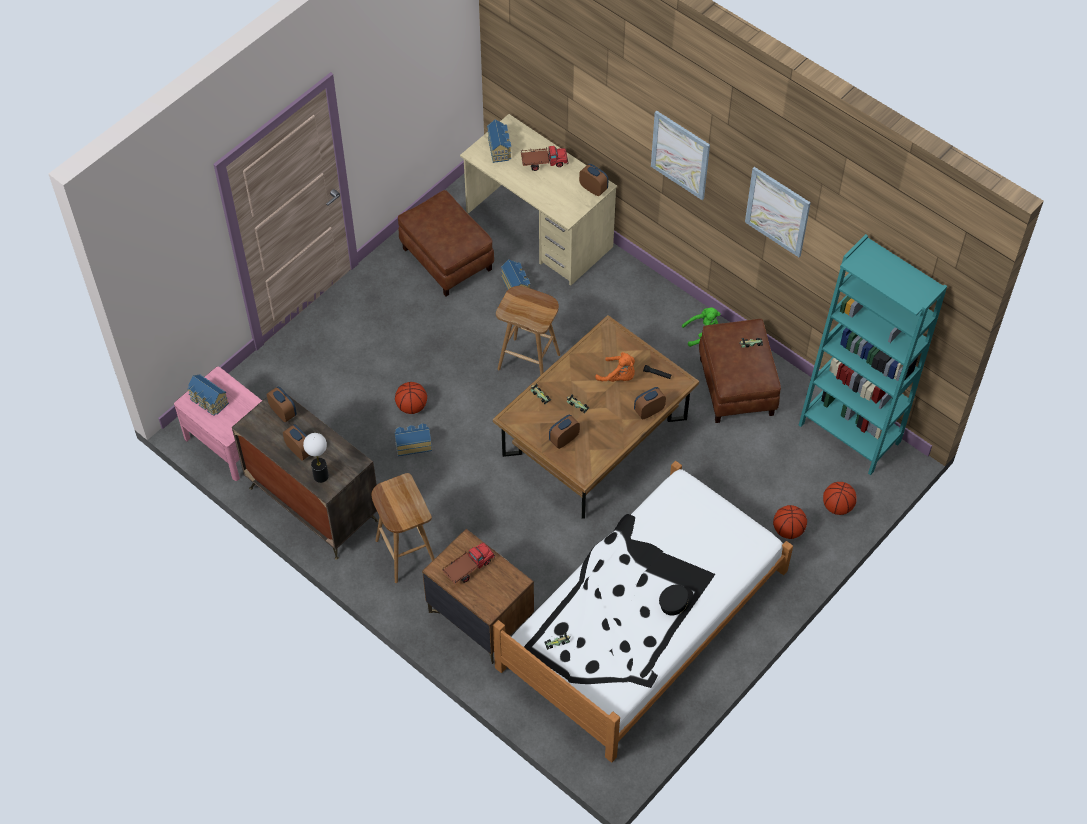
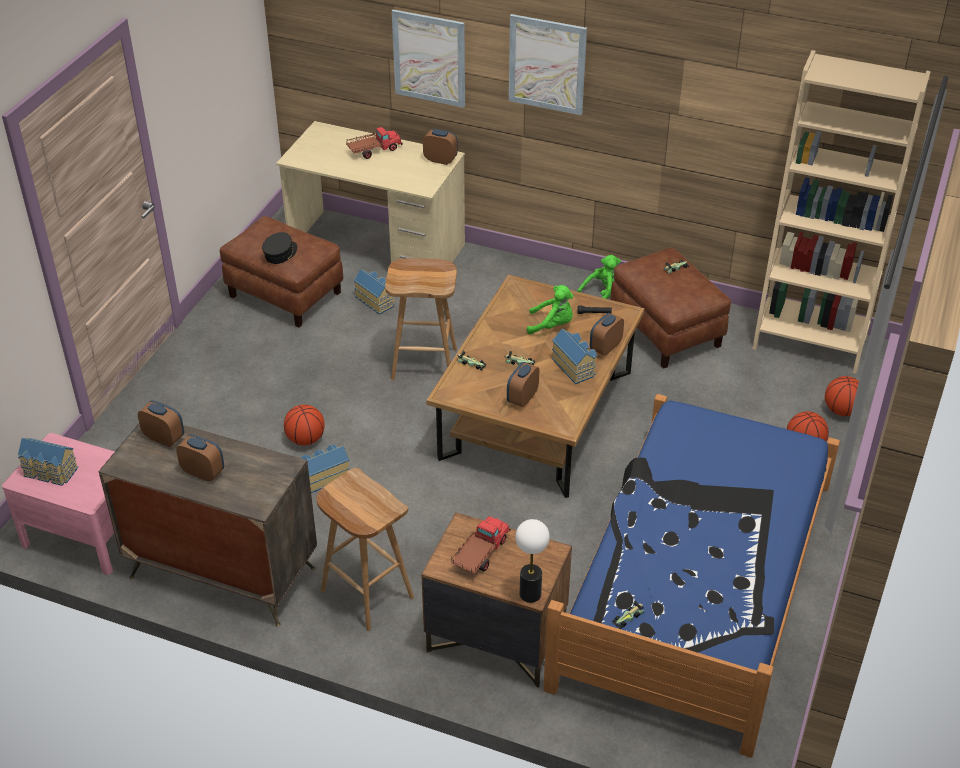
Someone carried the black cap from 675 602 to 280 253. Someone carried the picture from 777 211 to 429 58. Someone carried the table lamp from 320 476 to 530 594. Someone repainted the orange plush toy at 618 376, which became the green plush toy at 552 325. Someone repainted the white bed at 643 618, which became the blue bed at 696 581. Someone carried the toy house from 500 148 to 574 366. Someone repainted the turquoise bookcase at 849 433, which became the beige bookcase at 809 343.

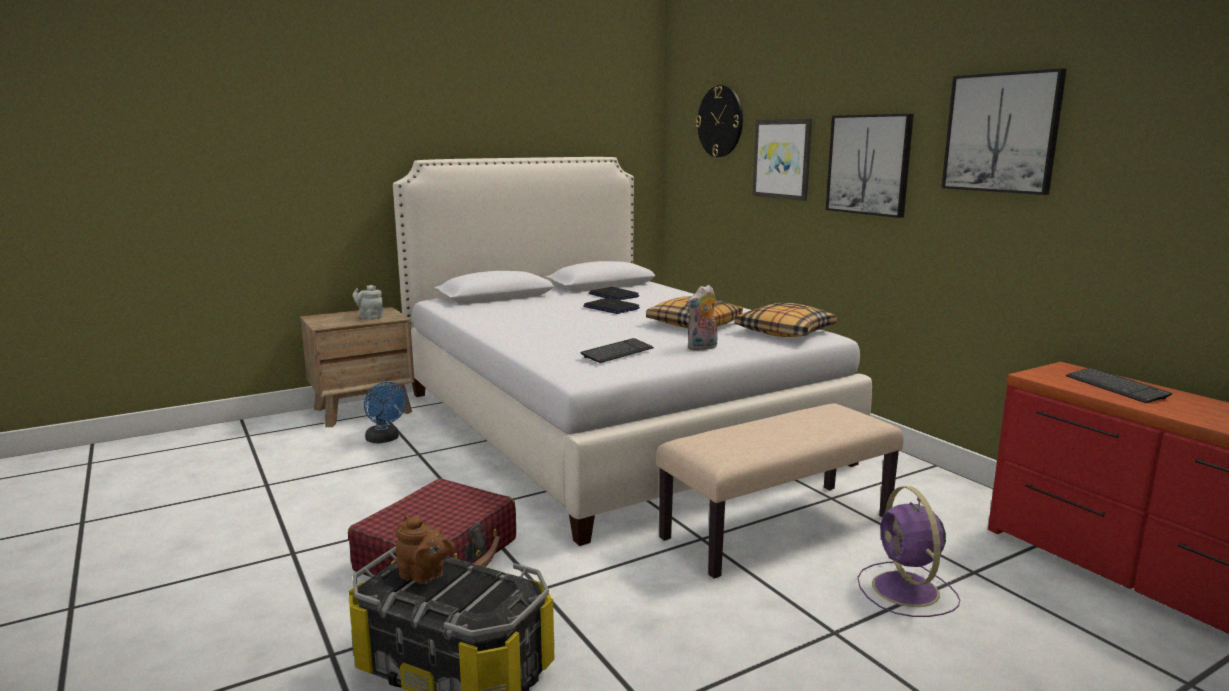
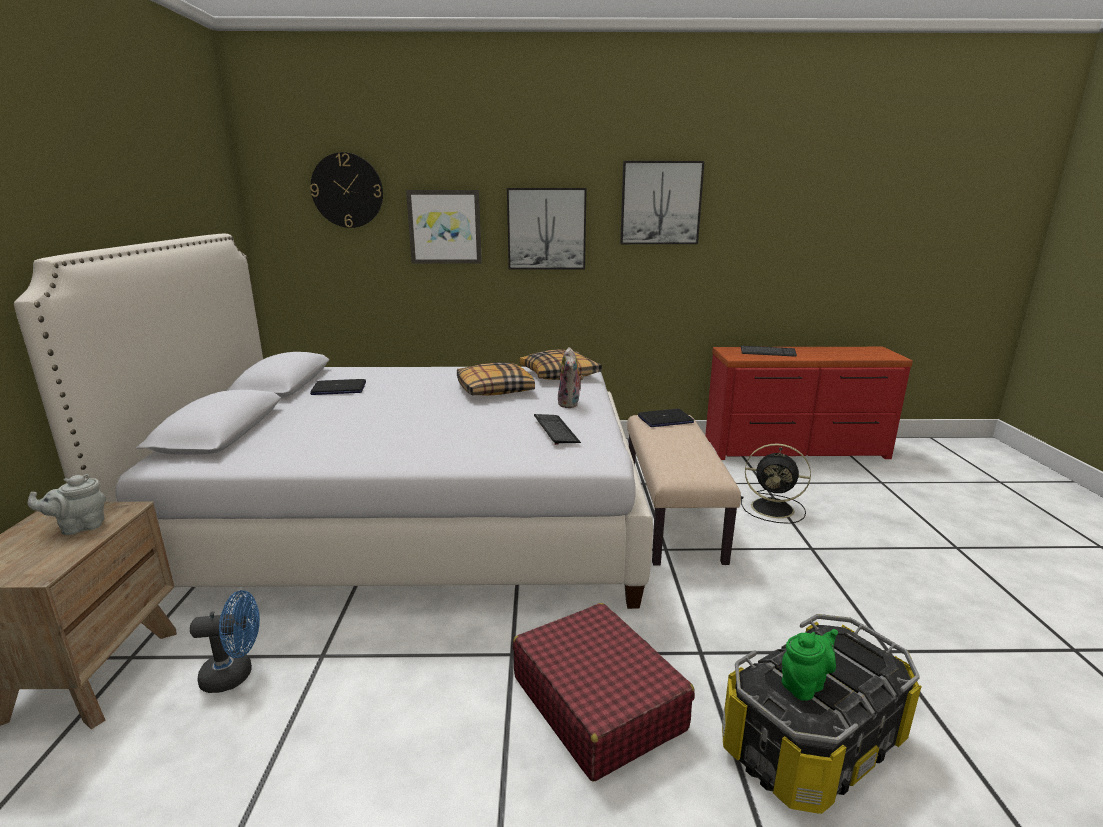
Someone carried the laptop from 611 308 to 665 420. Someone repainted the purple fan at 907 591, which became the black fan at 774 508. Someone repainted the brown teapot at 424 576, which became the green teapot at 804 684.

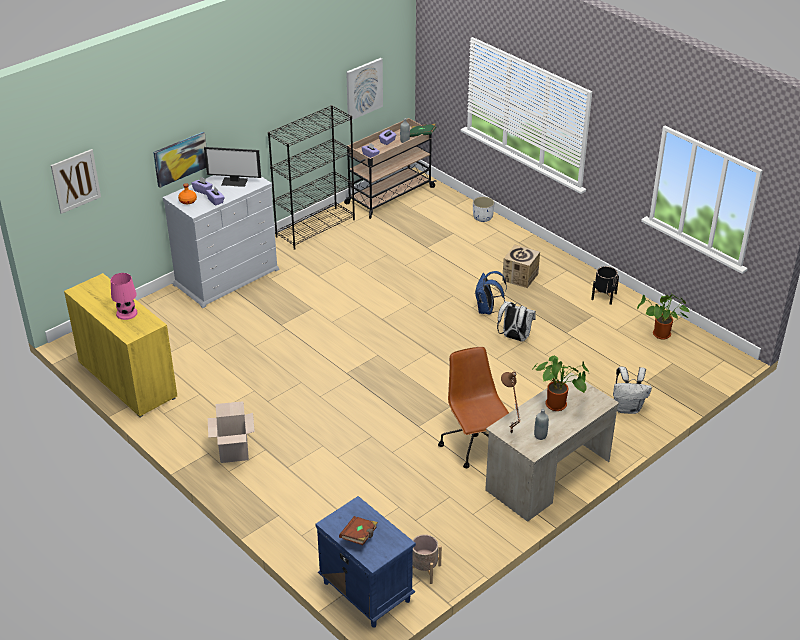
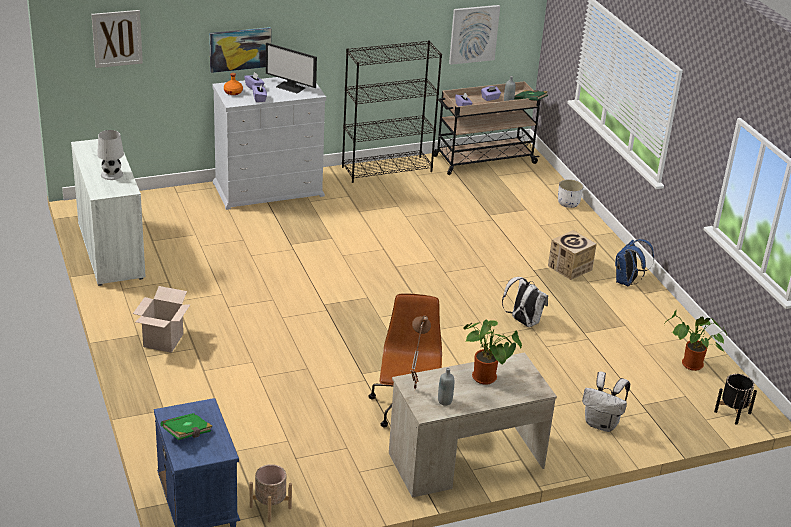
Someone repainted the yellow cabinet at 127 380, which became the white cabinet at 111 251. Someone repainted the pink table lamp at 127 313, which became the white table lamp at 112 174. Someone repainted the brown book at 359 536, which became the green book at 187 434. Someone carried the blue backpack from 487 310 to 627 282. Someone carried the black planter from 604 296 to 732 412.

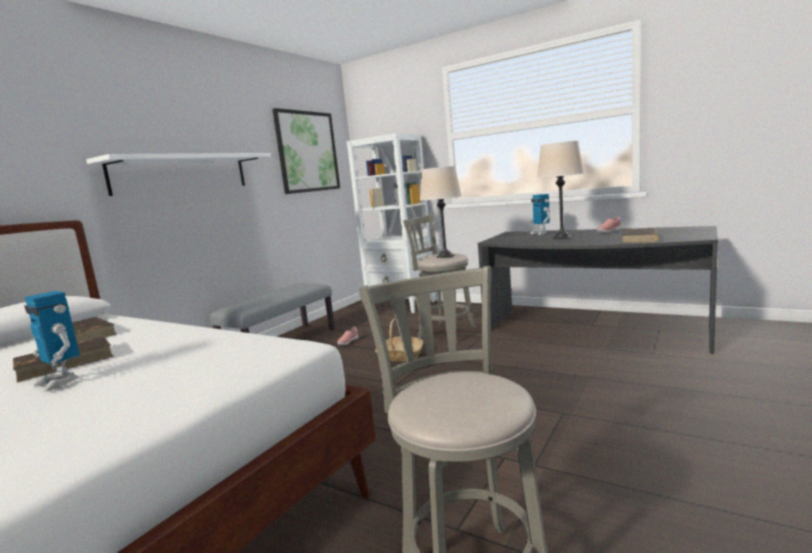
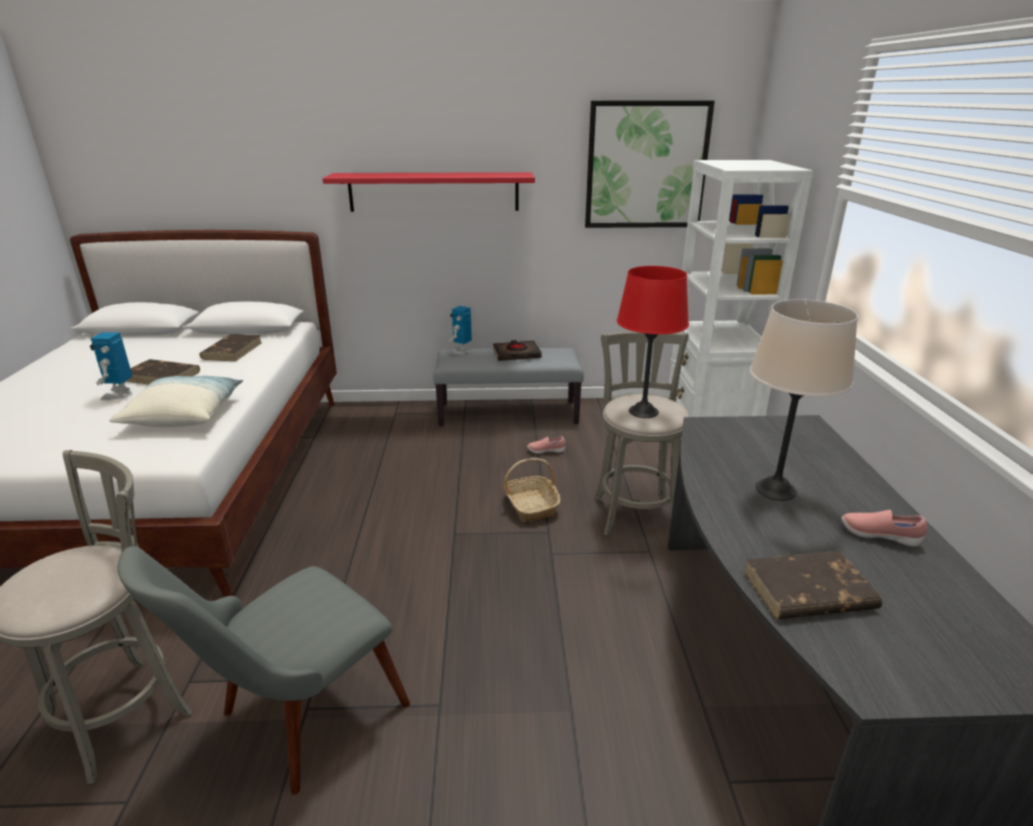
Someone put down the pillow at 185 415. Someone put down the grey chair at 296 722. Someone repainted the white shelf at 182 174, which became the red shelf at 434 192. Someone carried the toy robot from 540 233 to 461 352. Someone put down the black book at 516 354. Someone repainted the beige table lamp at 445 256, which became the red table lamp at 643 411.

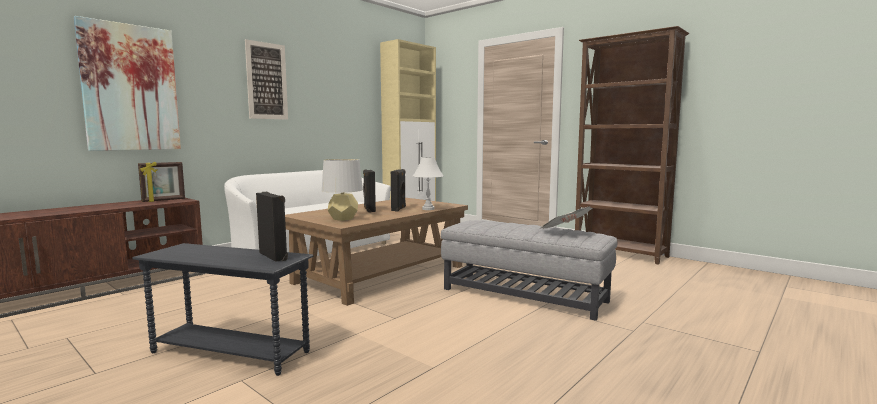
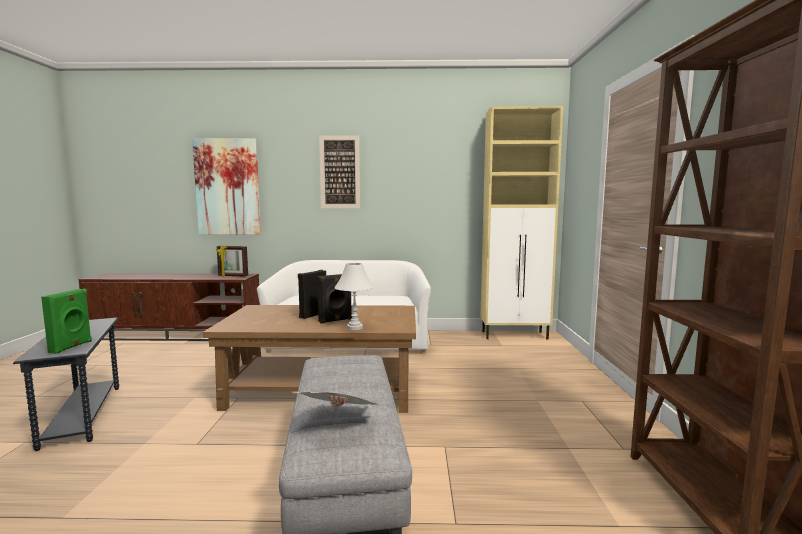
Someone repainted the black speaker at 274 256, which became the green speaker at 72 347. Someone took away the grey table lamp at 343 219.

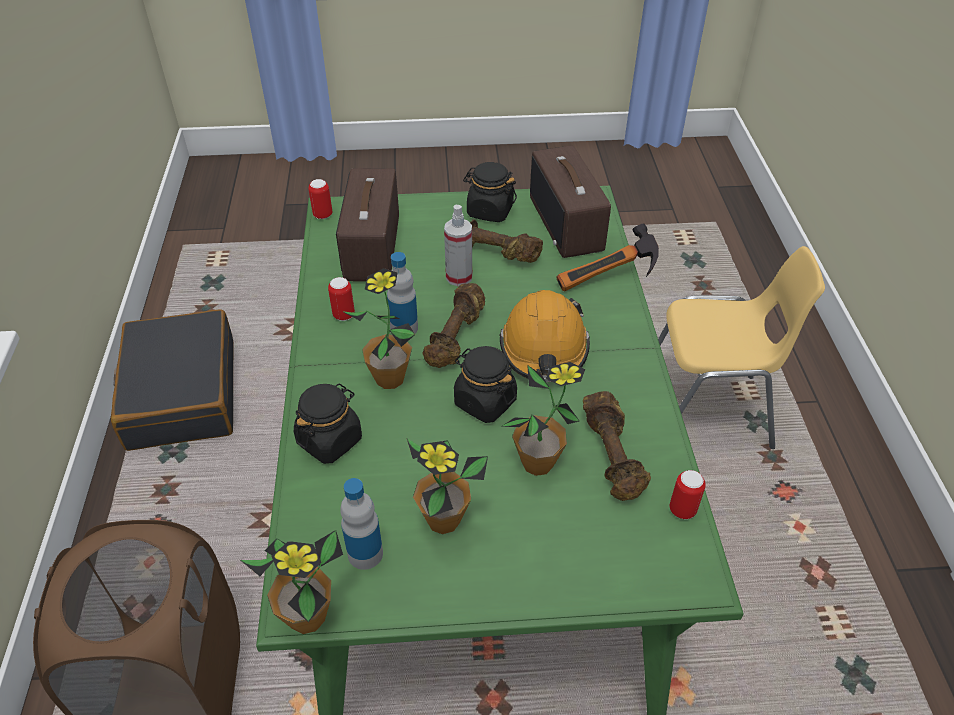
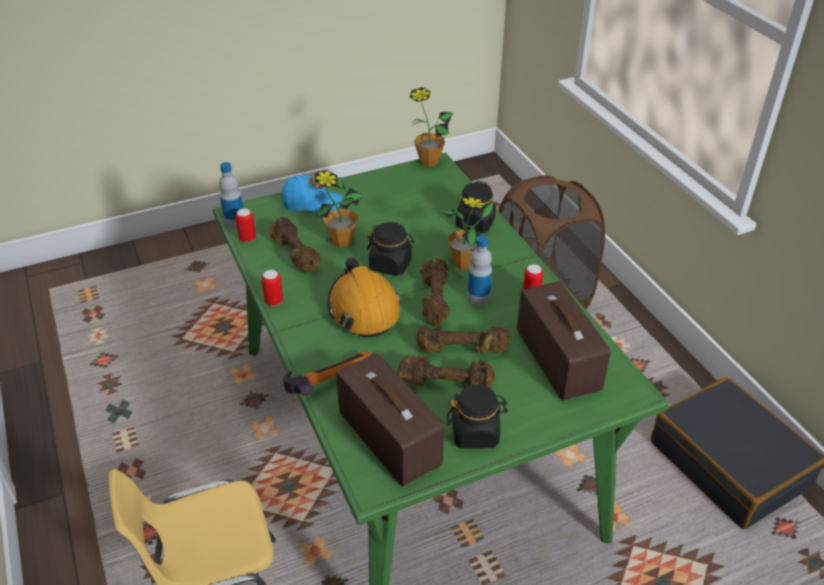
Someone carried the bottle from 365 553 to 234 222. Someone carried the can from 323 215 to 274 301. Someone put down the blue cap at 312 204. Someone swapped the spray bottle at 459 277 for the brown dumbbell at 462 350. Someone took away the potted plant at 443 520.

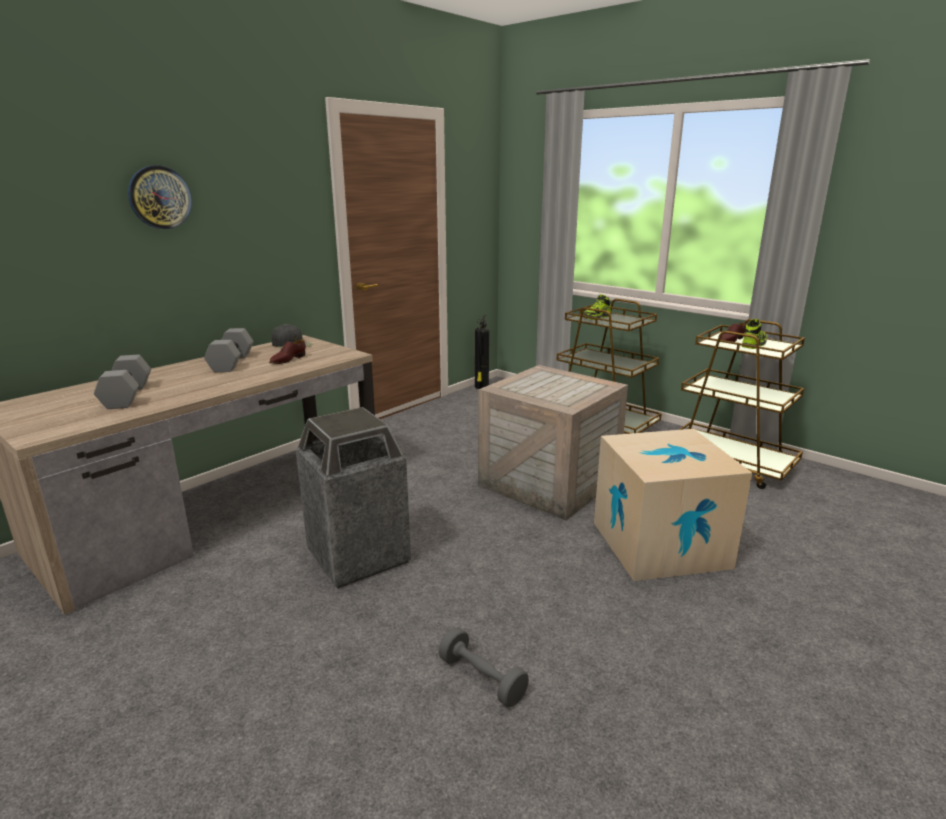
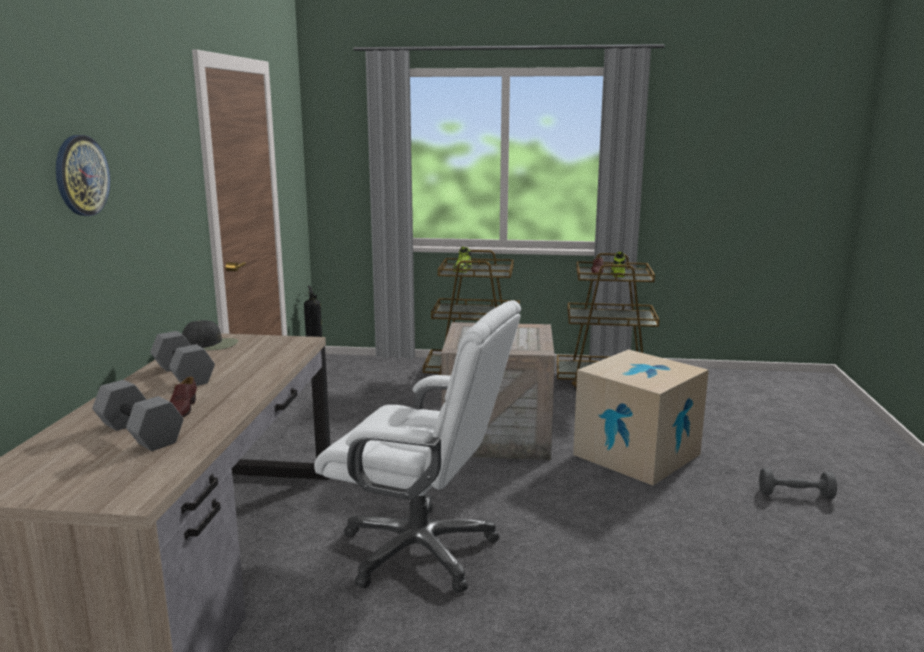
Someone carried the brown shoe from 288 360 to 182 410. Someone swapped the trash can at 357 557 for the white office chair at 421 550. Someone carried the grey dumbbell from 482 679 to 795 495.

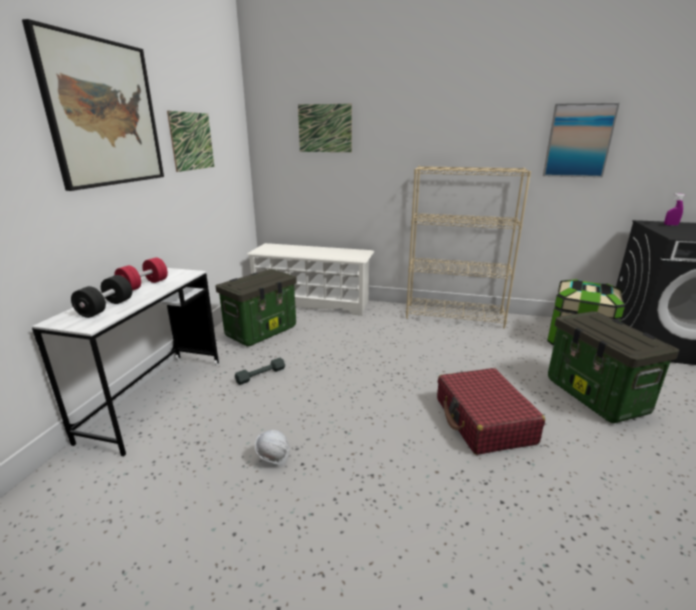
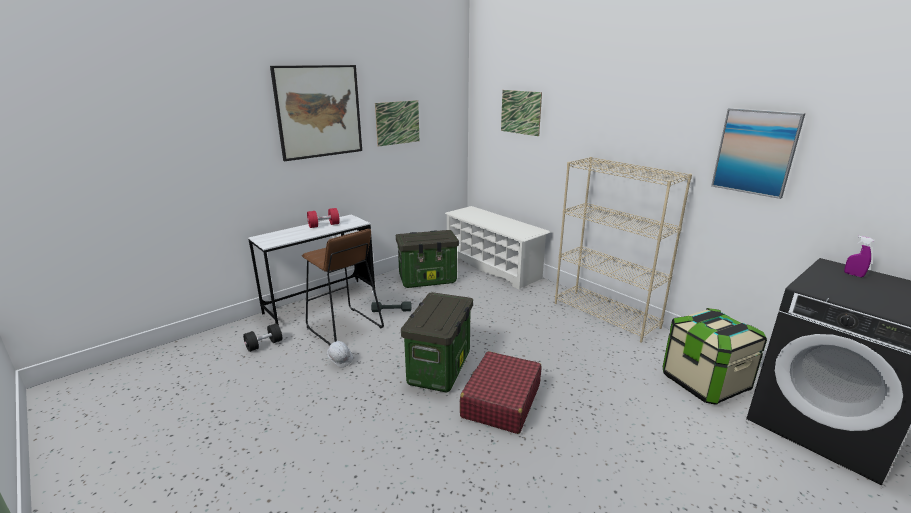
Someone carried the black dumbbell from 106 308 to 264 345. Someone put down the brown stool at 344 328. Someone carried the storage box from 596 396 to 440 369.

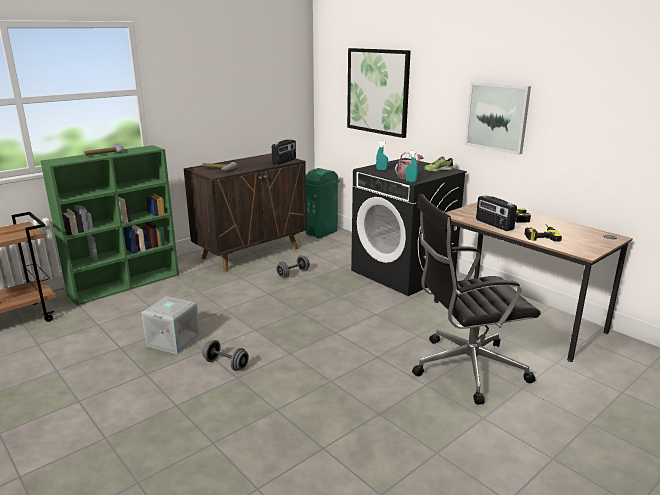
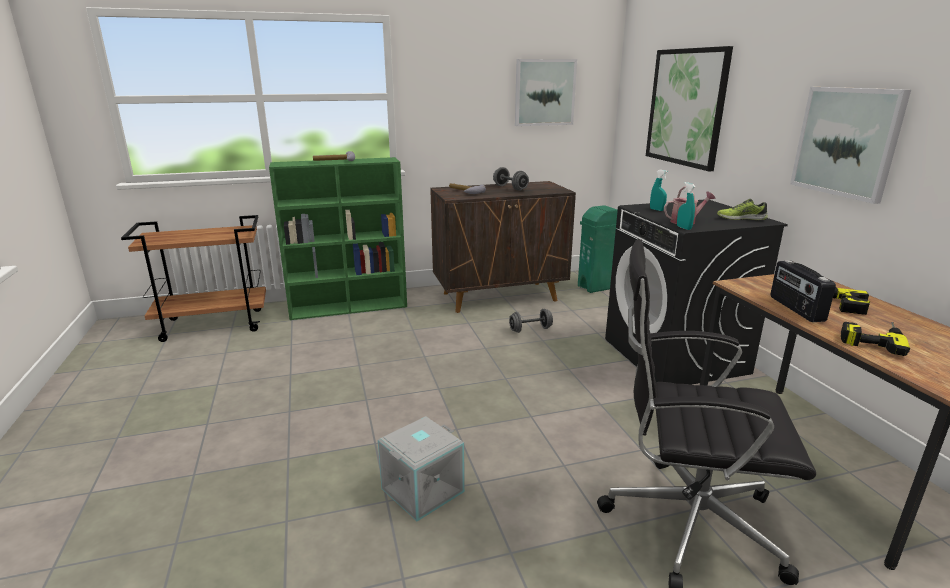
Someone carried the grey storage box from 173 340 to 422 489. Someone carried the grey dumbbell from 226 364 to 510 188. Someone put up the picture at 544 92. Someone took away the radio at 284 161.

